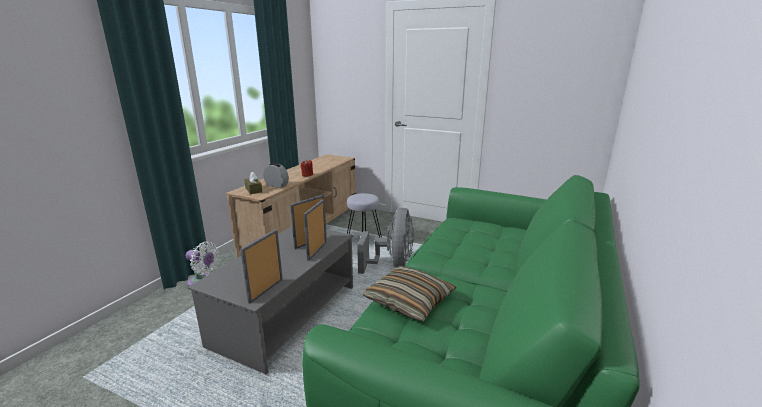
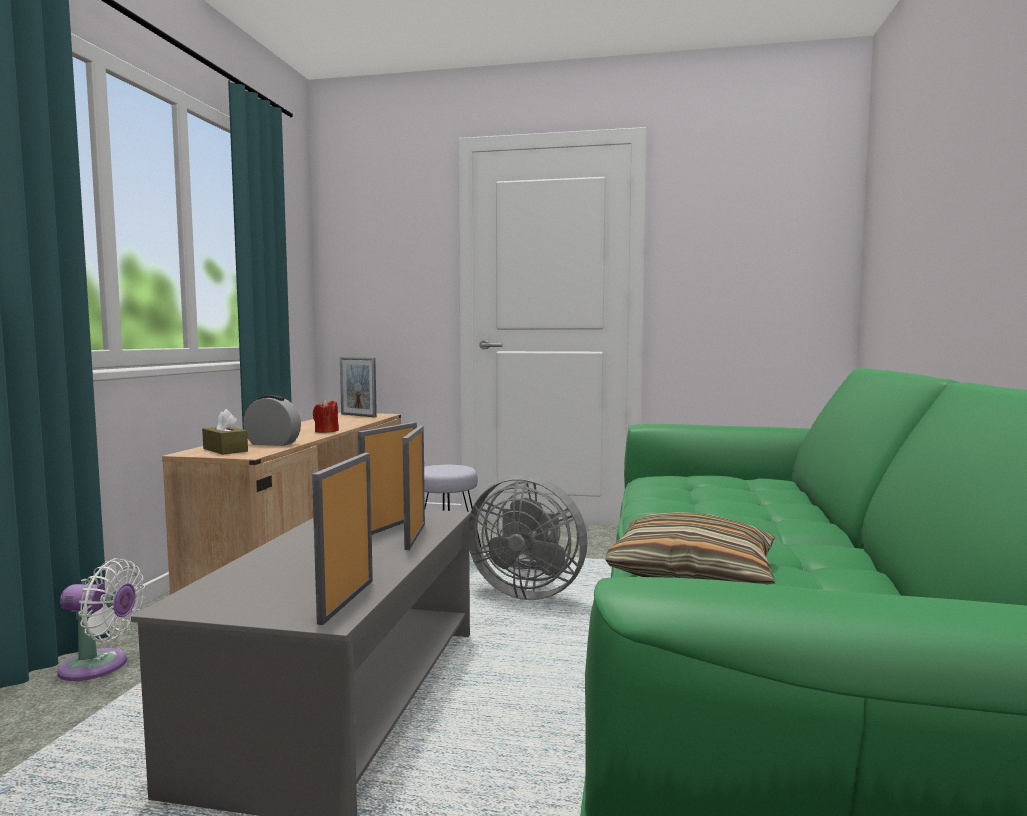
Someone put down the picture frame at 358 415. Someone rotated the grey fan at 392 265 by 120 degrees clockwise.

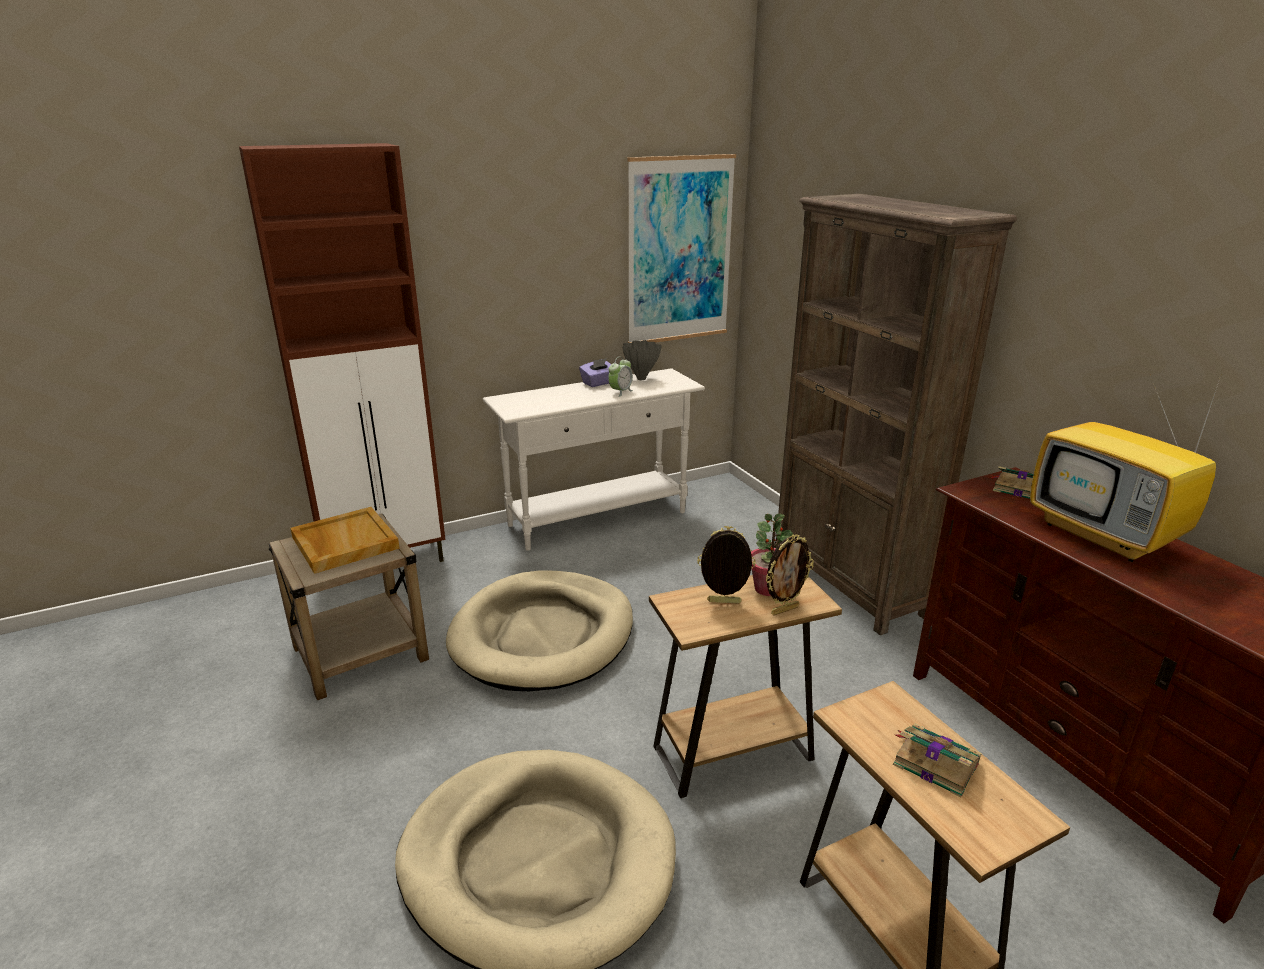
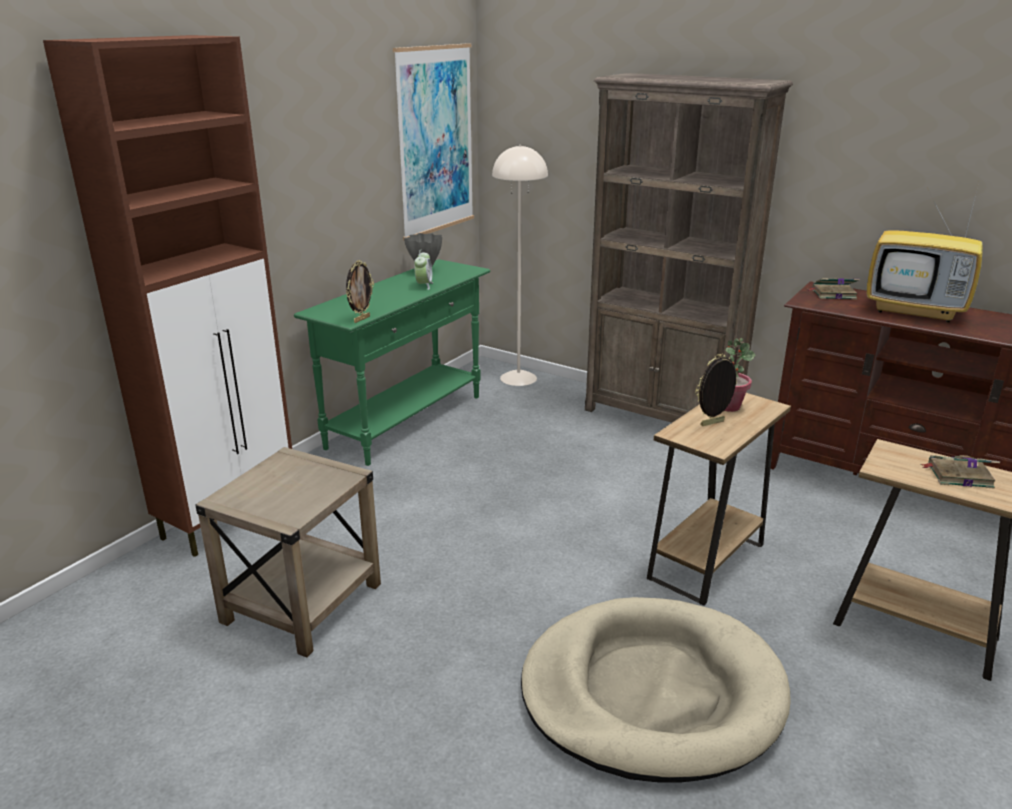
Someone repainted the white console table at 598 519, which became the green console table at 406 421. Someone carried the picture frame from 784 610 to 361 319. Someone put down the beige floor lamp at 518 378. Someone took away the beige tray at 344 543. Someone took away the beige dog bed at 543 635. Someone took away the purple tissue box at 598 383.

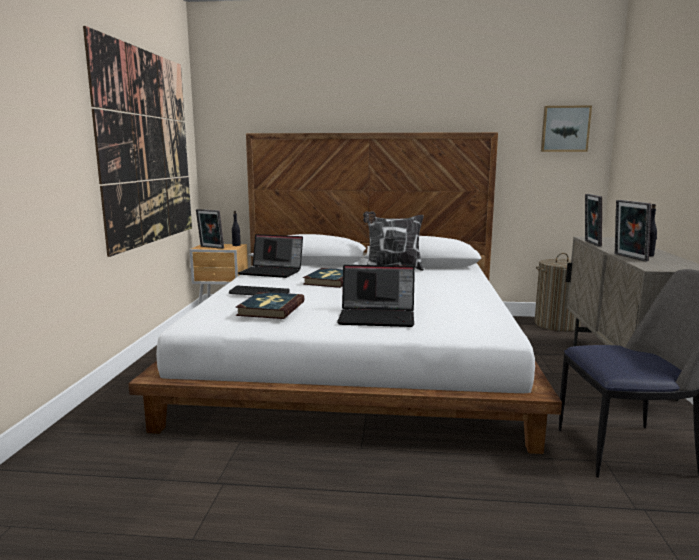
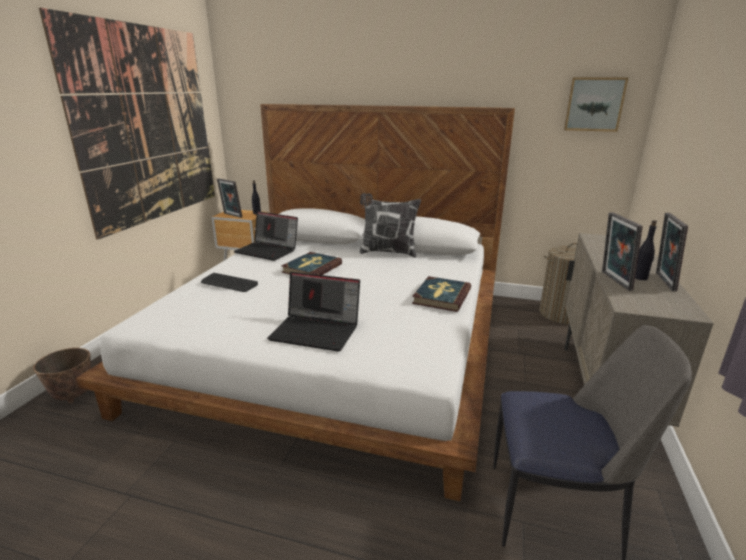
Someone put down the planter at 73 396. Someone carried the book from 270 308 to 441 296. Someone carried the picture frame from 590 243 to 662 281.

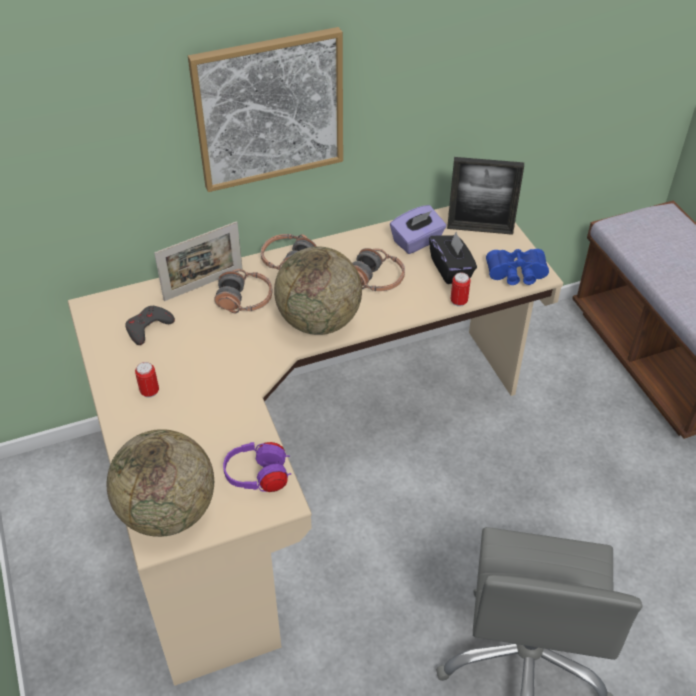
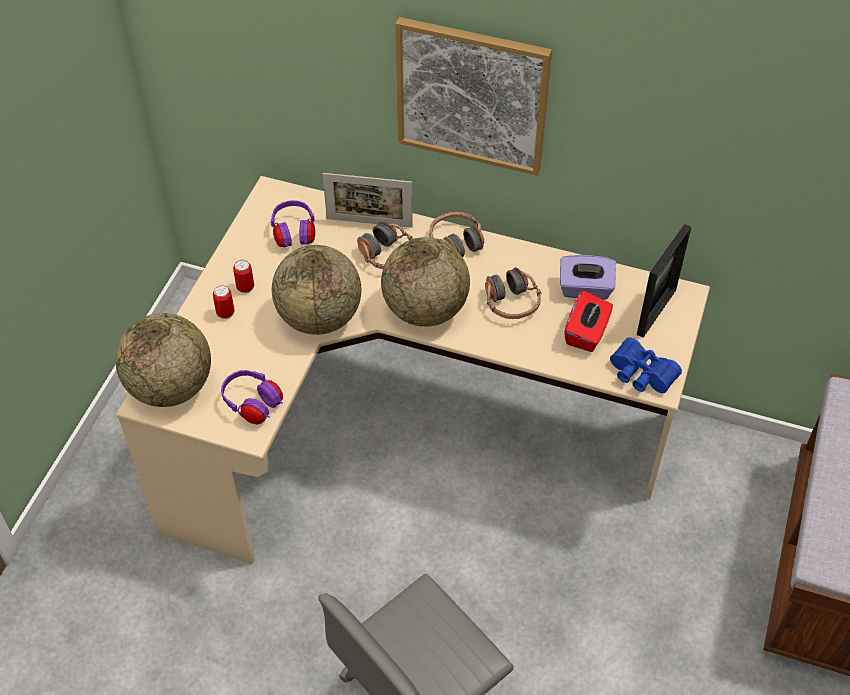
Someone carried the can from 458 301 to 225 313. Someone swapped the grey game controller at 148 327 for the purple headphones at 294 234. Someone put down the globe at 319 318. Someone repainted the black tissue box at 451 269, which became the red tissue box at 586 333. Someone rotated the picture frame at 480 229 by 105 degrees counterclockwise.

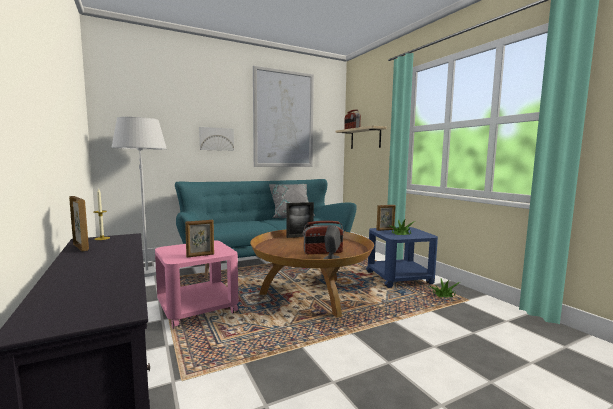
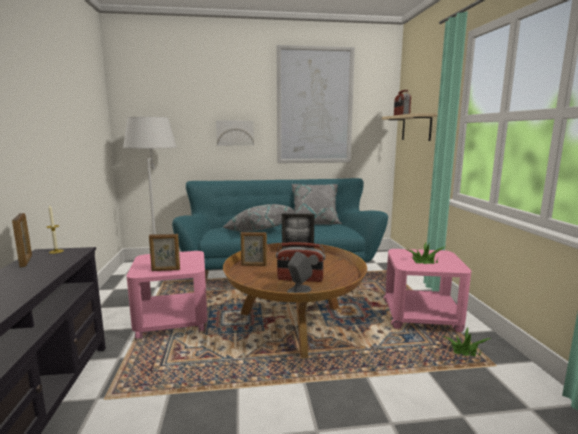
Someone put down the grey pillow at 258 231. Someone carried the picture frame from 385 230 to 254 265. Someone repainted the blue side table at 399 277, which became the pink side table at 421 316.

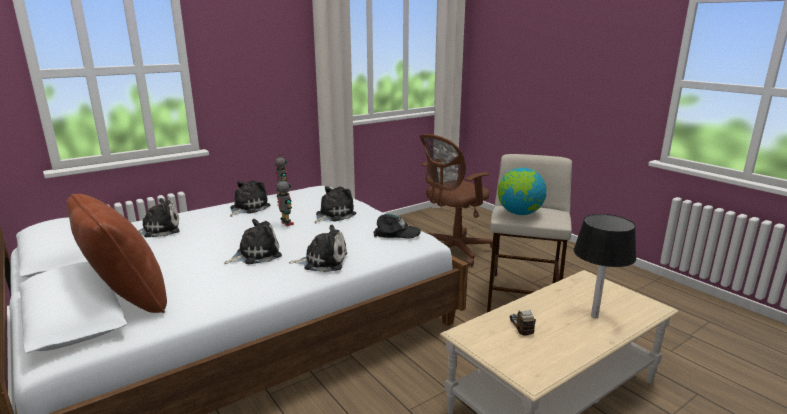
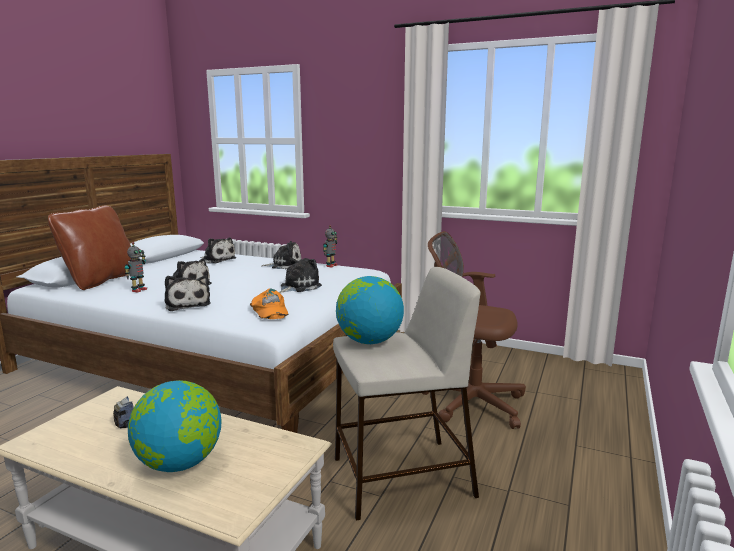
Someone carried the toy robot from 286 223 to 138 290. Someone swapped the black table lamp at 594 316 for the globe at 180 463. Someone repainted the black cap at 396 233, which became the orange cap at 269 311. Someone rotated the plush toy at 333 215 by 60 degrees counterclockwise.

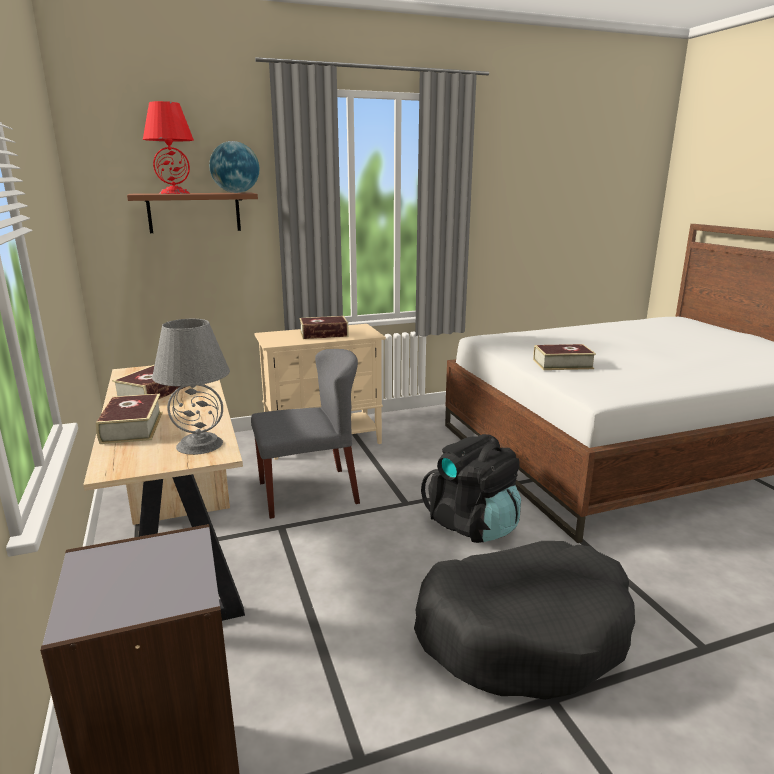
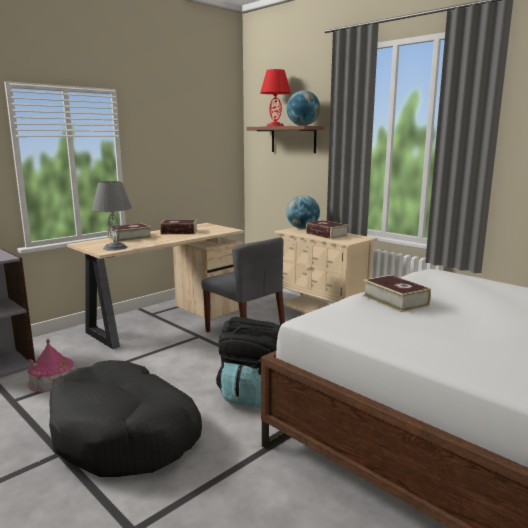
Someone put down the toy house at 52 380. Someone put down the globe at 302 228.

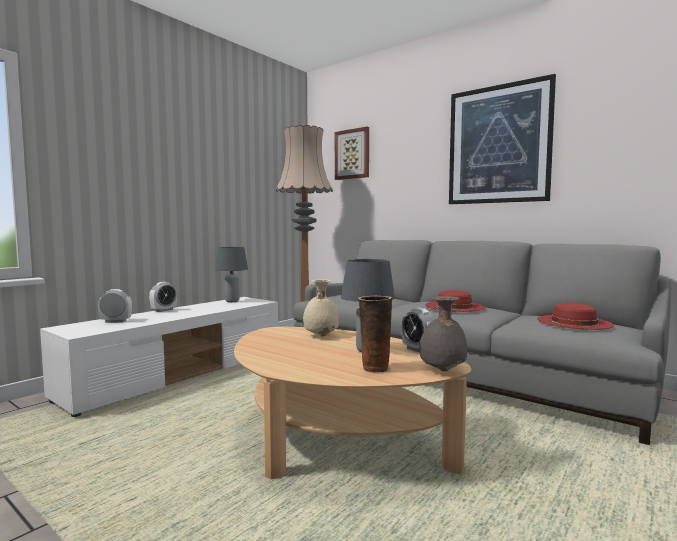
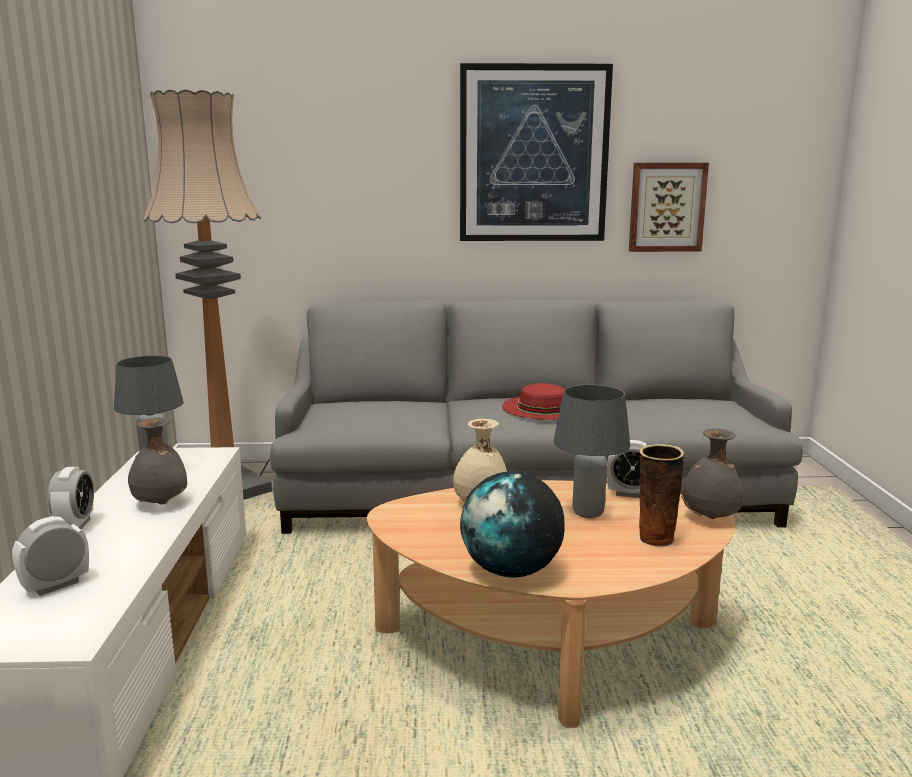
Someone put down the grey vase at 160 504. Someone put down the globe at 512 570. Someone carried the picture from 352 154 to 667 207. Someone took away the red hat at 574 322.

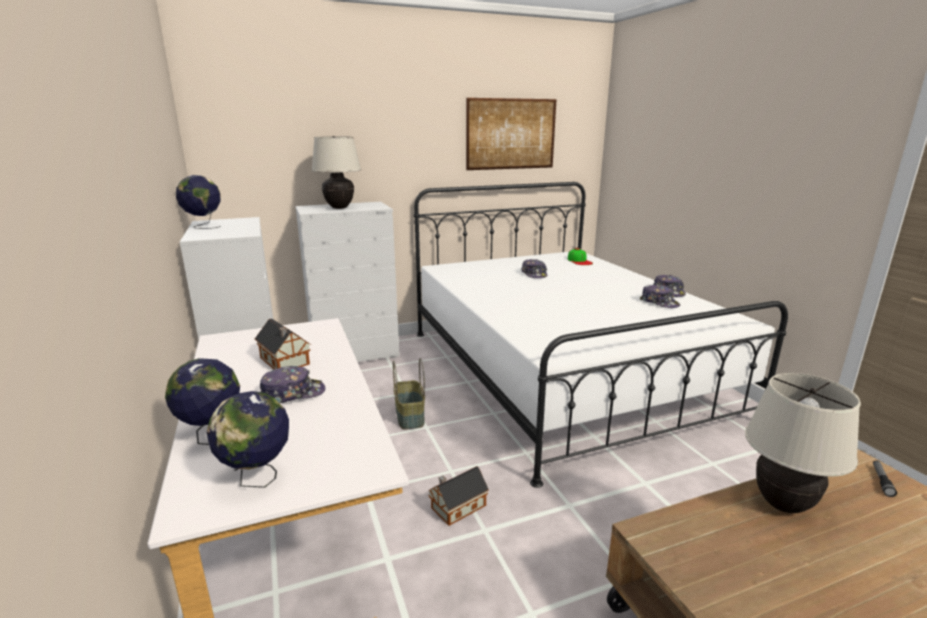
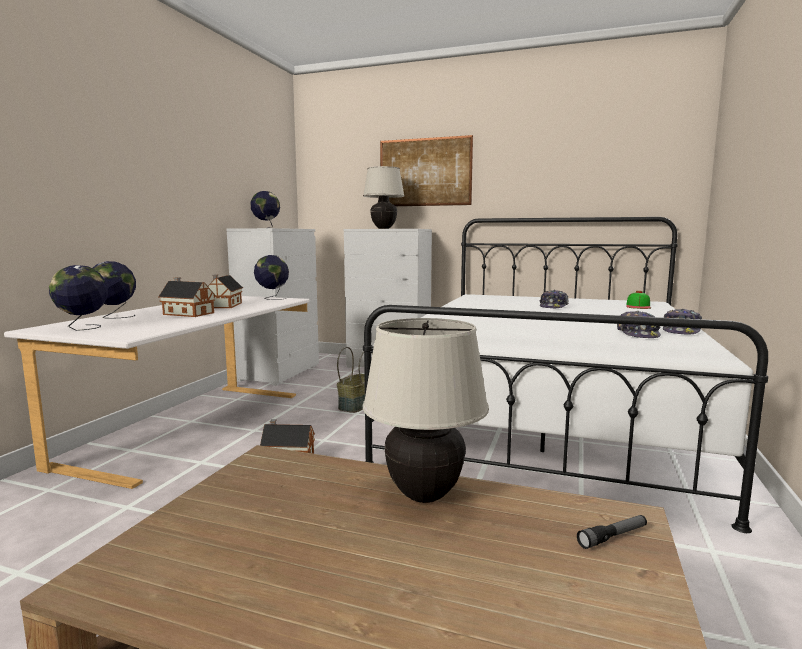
Someone swapped the cap at 293 393 for the toy house at 187 313. Someone put down the globe at 272 298. Someone carried the picture from 511 134 to 425 172.

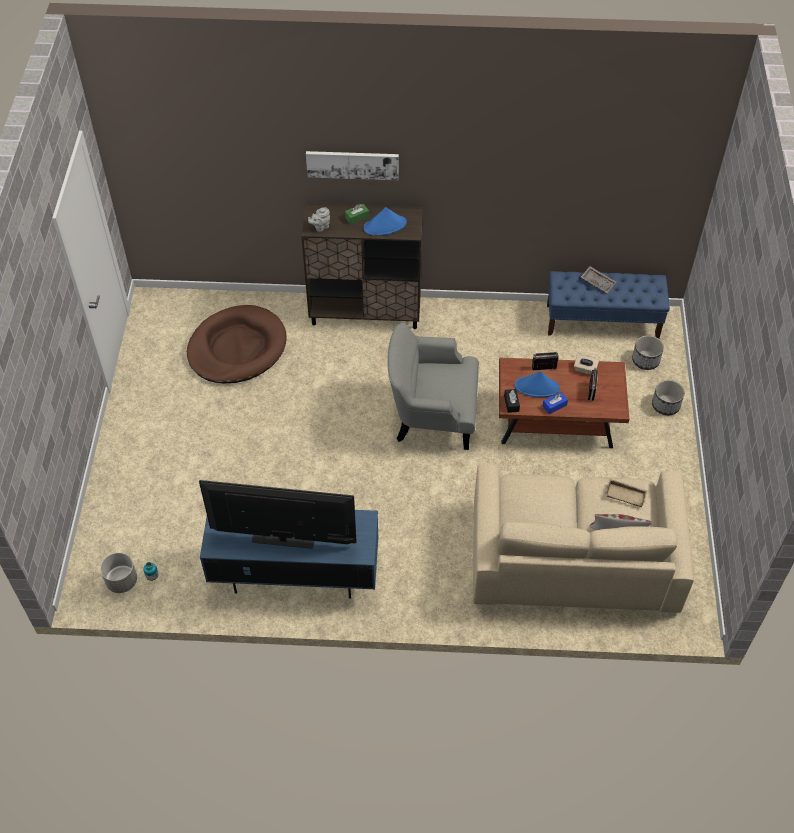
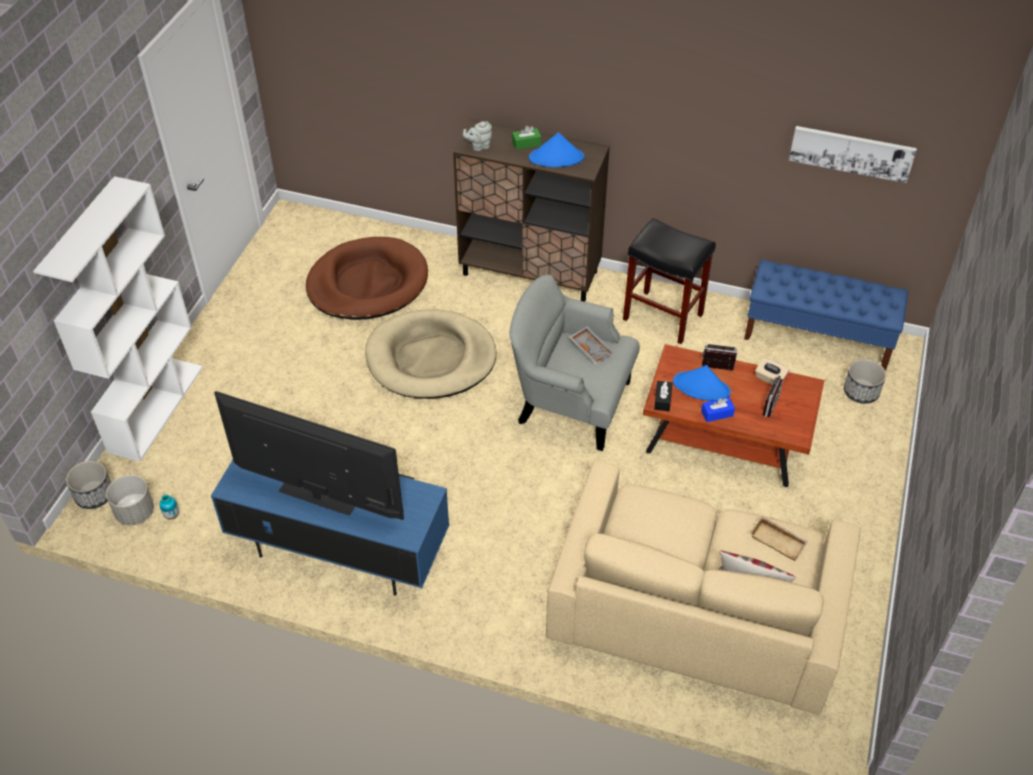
Someone put down the white bookcase at 156 408. Someone carried the planter from 665 405 to 94 495. Someone put down the beige dog bed at 431 358. Someone carried the grey tray from 598 282 to 592 348. Someone put down the black stool at 661 317. Someone carried the picture from 352 164 to 851 152.

